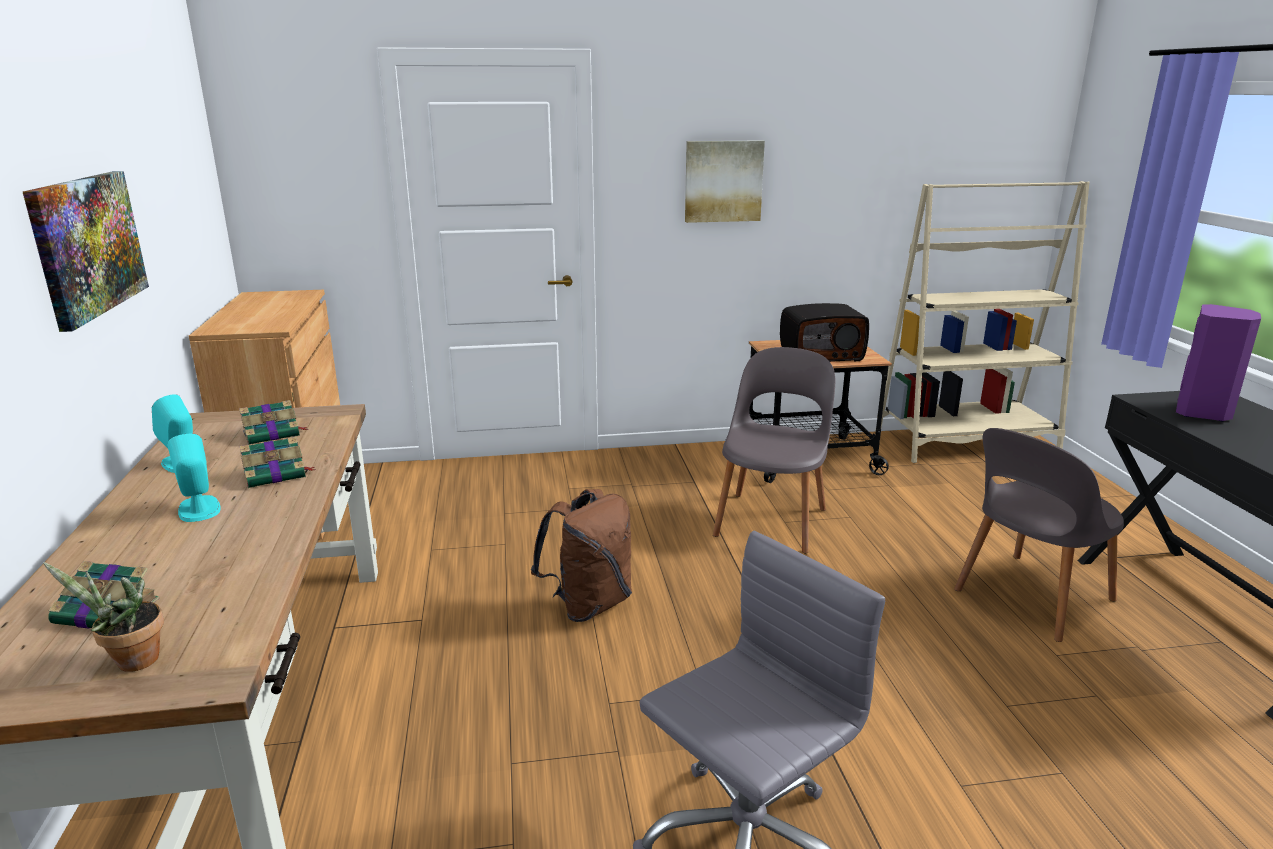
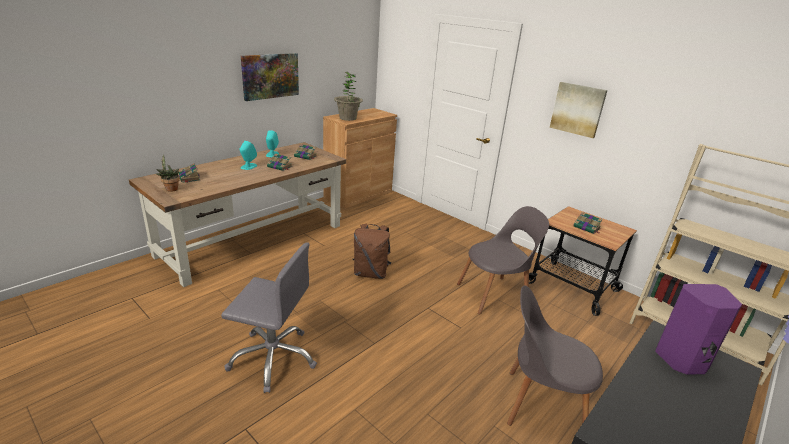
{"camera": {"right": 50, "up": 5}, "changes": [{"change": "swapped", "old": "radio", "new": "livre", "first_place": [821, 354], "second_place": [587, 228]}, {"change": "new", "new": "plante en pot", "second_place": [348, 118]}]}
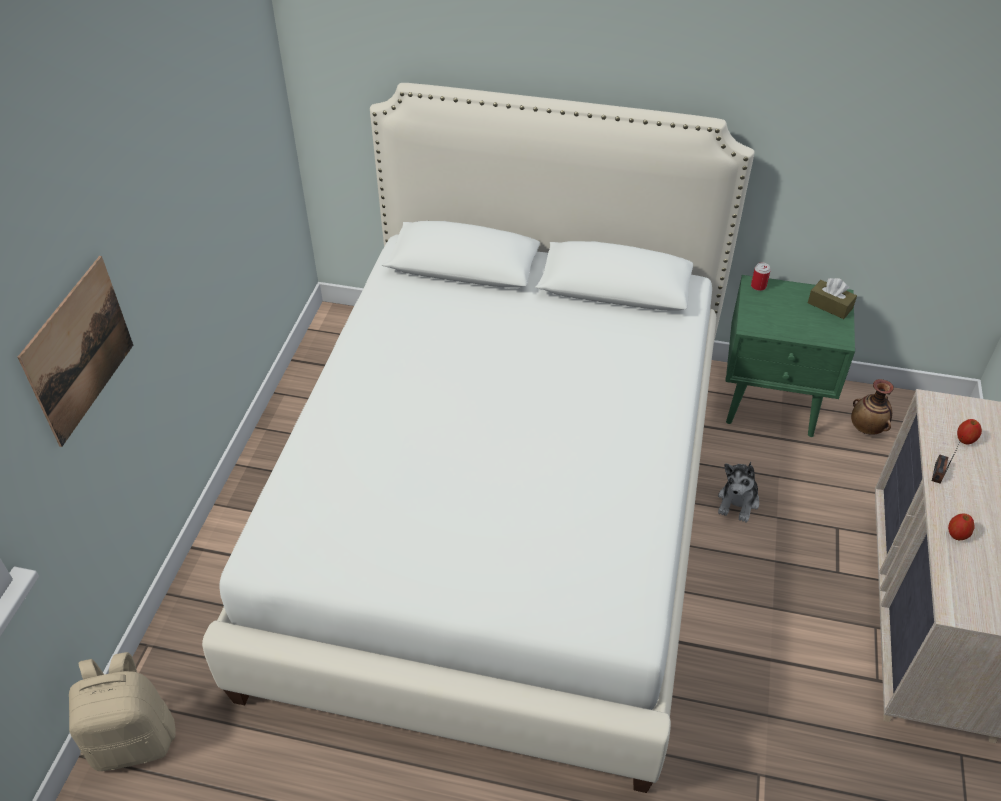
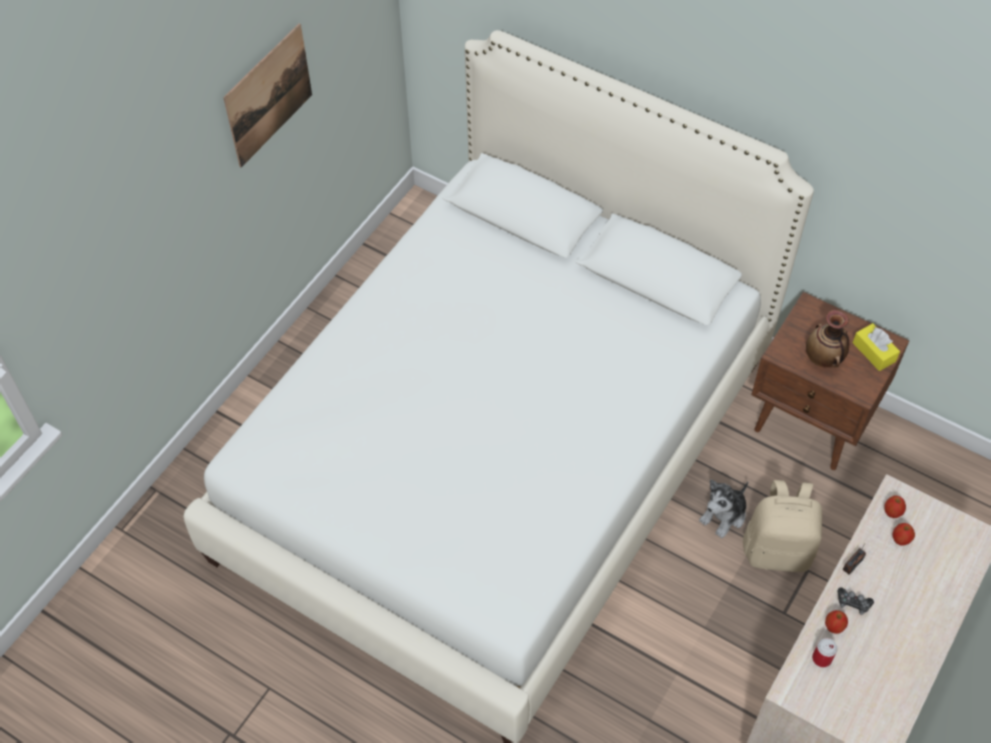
{"camera": {"right": 20, "up": 10}, "changes": [{"change": "shifted", "old": "tableau", "first_place": [79, 350], "second_place": [269, 95]}, {"change": "shifted", "old": "boîte métallique", "first_place": [758, 286], "second_place": [821, 658]}, {"change": "repainted", "old": "table de chevet [vert]", "new": "table de chevet [marron]", "first_place": [772, 403], "second_place": [812, 422]}, {"change": "repainted", "old": "boîte à mouchoirs [marron]", "new": "boîte à mouchoirs [jaune]", "first_place": [830, 306], "second_place": [874, 352]}, {"change": "shifted", "old": "vase", "first_place": [866, 428], "second_place": [824, 358]}, {"change": "shifted", "old": "sac à dos [beige]", "first_place": [134, 740], "second_place": [778, 550]}, {"change": "new", "new": "pomme", "second_place": [892, 512]}, {"change": "new", "new": "manette", "second_place": [853, 603]}]}
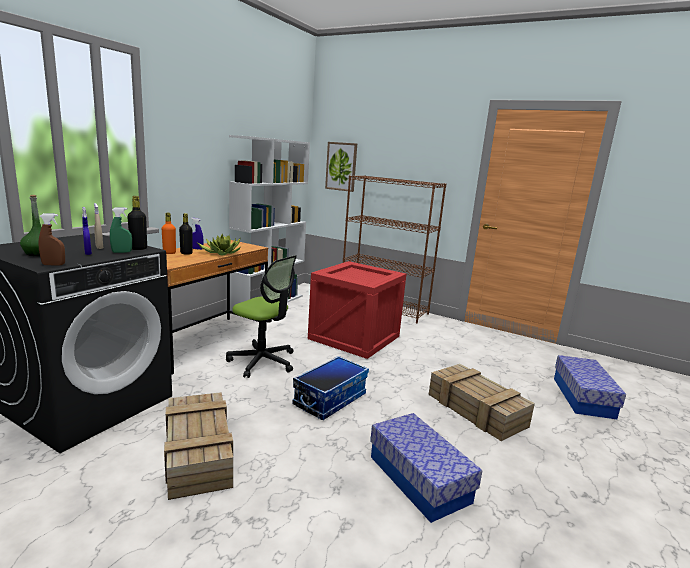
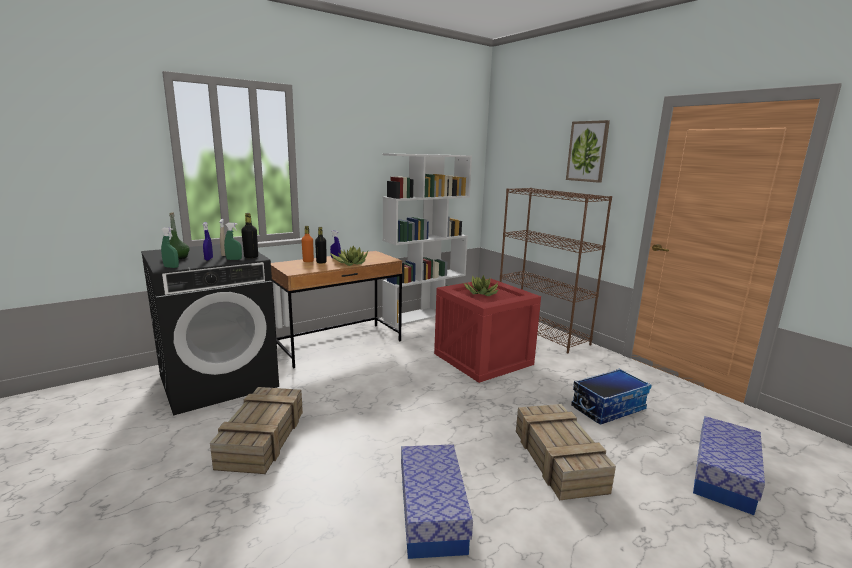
{"camera": {"right": 25, "up": 0}, "changes": [{"change": "shifted", "old": "tableau", "first_place": [341, 166], "second_place": [587, 151]}, {"change": "repainted", "old": "vaporisateur [marron]", "new": "vaporisateur [vert]", "first_place": [53, 265], "second_place": [171, 267]}, {"change": "gone", "old": "chaise de bureau", "first_place": [262, 361]}, {"change": "shifted", "old": "boîte de rangement", "first_place": [329, 399], "second_place": [608, 408]}, {"change": "new", "new": "plante en pot", "second_place": [481, 294]}]}
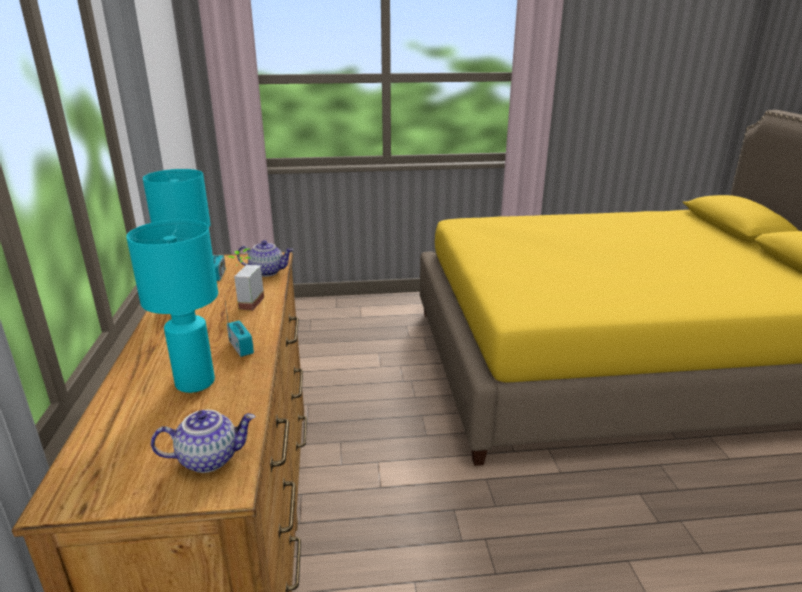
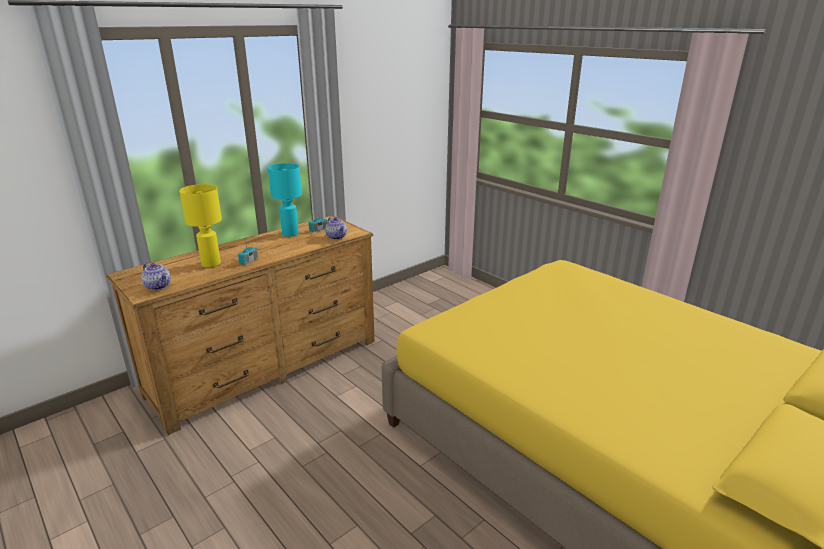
{"camera": {"right": 55, "up": 0}, "changes": [{"change": "repainted", "old": "lampe de table [turquoise]", "new": "lampe de table [jaune]", "first_place": [196, 383], "second_place": [211, 264]}, {"change": "gone", "old": "plante en pot", "first_place": [245, 303]}]}
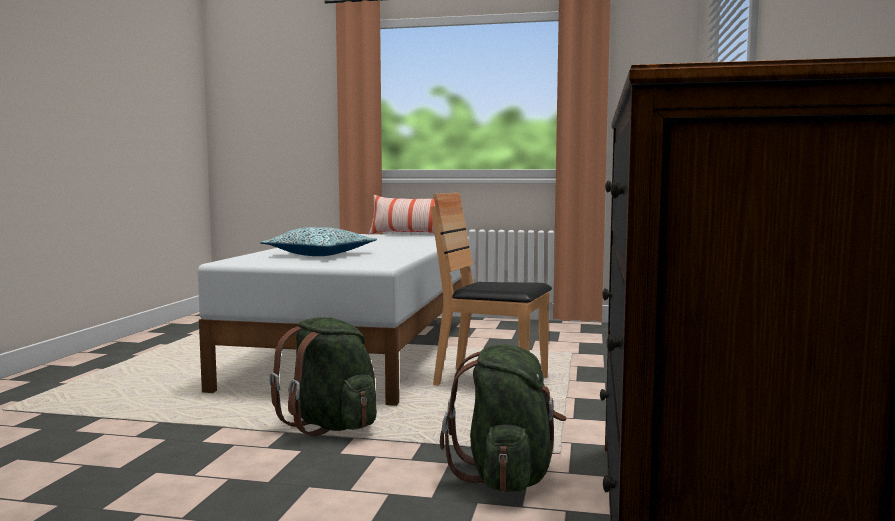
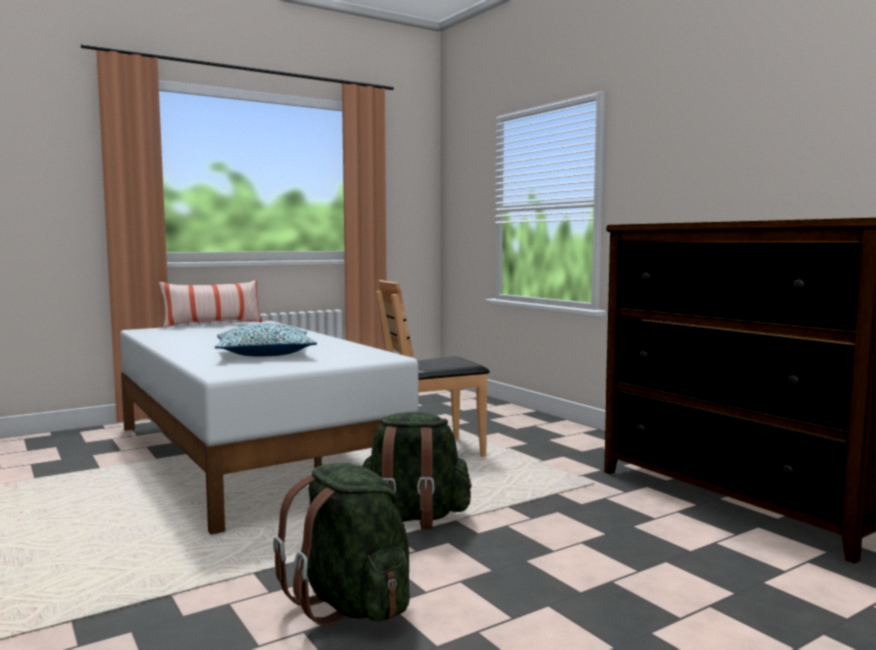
{"camera": {"right": -45, "up": 0}, "changes": [{"change": "shifted", "old": "sac à dos [vert]", "first_place": [507, 477], "second_place": [352, 604]}]}
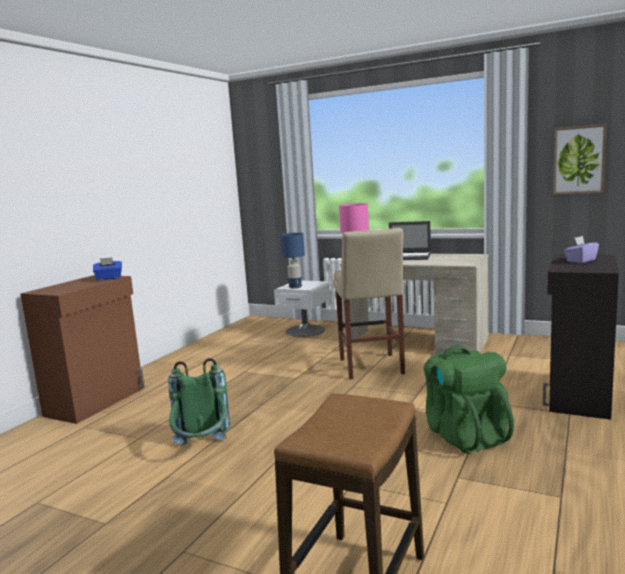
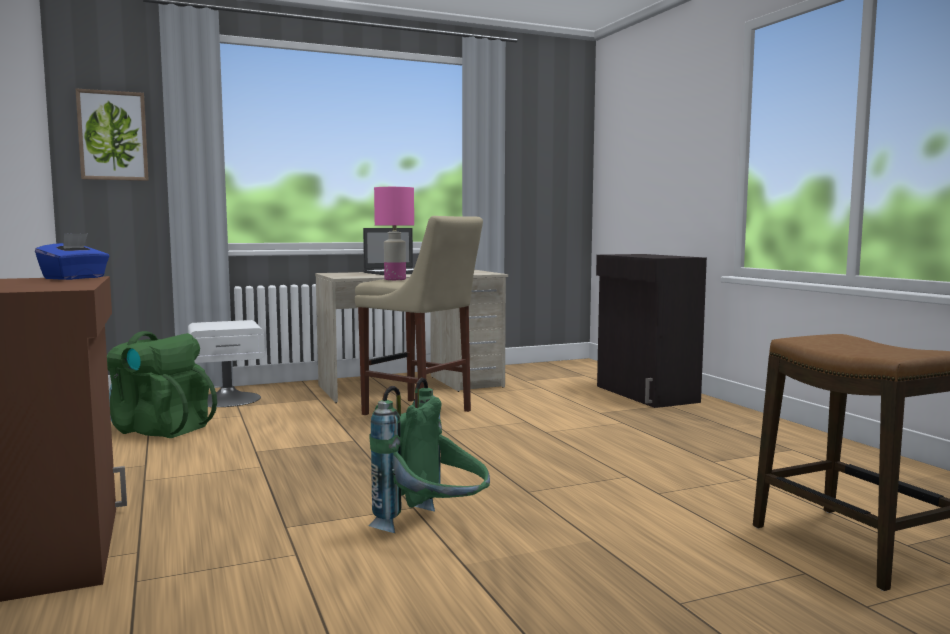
{"camera": {"right": -50, "up": -5}, "changes": [{"change": "shifted", "old": "tableau", "first_place": [579, 160], "second_place": [113, 136]}, {"change": "gone", "old": "lampe de table [bleu]", "first_place": [295, 287]}, {"change": "gone", "old": "boîte à mouchoirs [violet]", "first_place": [580, 261]}, {"change": "shifted", "old": "sac à dos [vert]", "first_place": [464, 434], "second_place": [159, 429]}]}
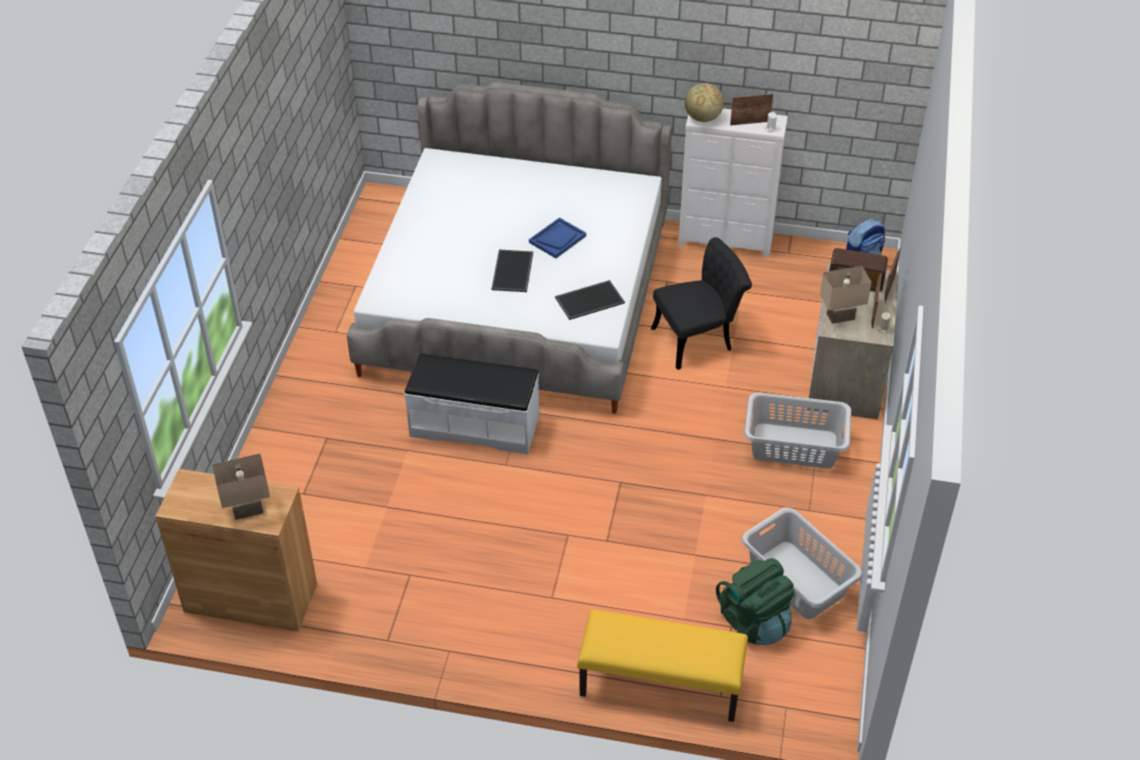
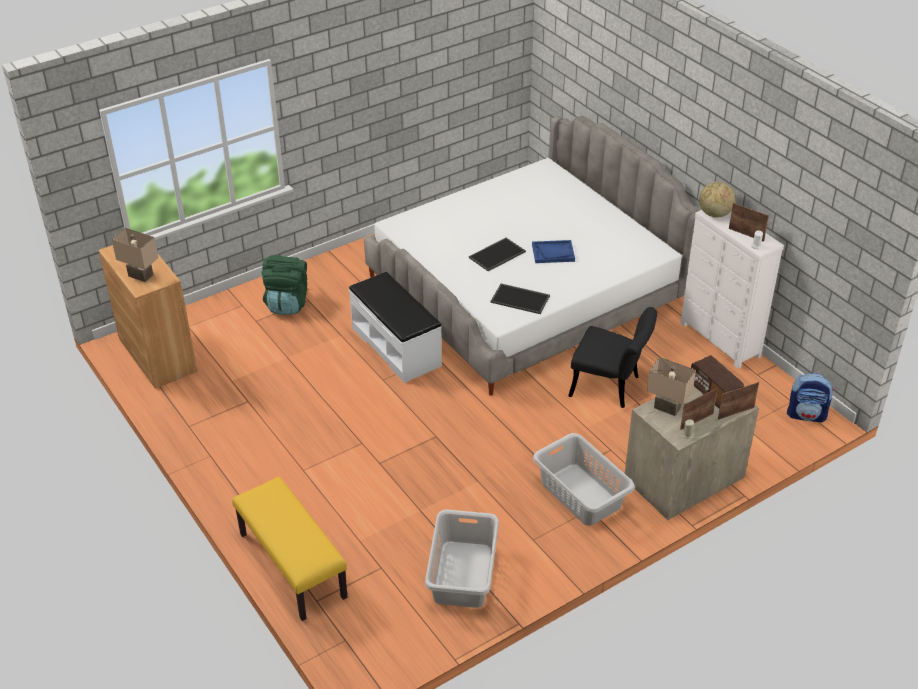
{"camera": {"right": 45, "up": -5}, "changes": [{"change": "shifted", "old": "sac à dos [vert]", "first_place": [754, 621], "second_place": [287, 303]}]}
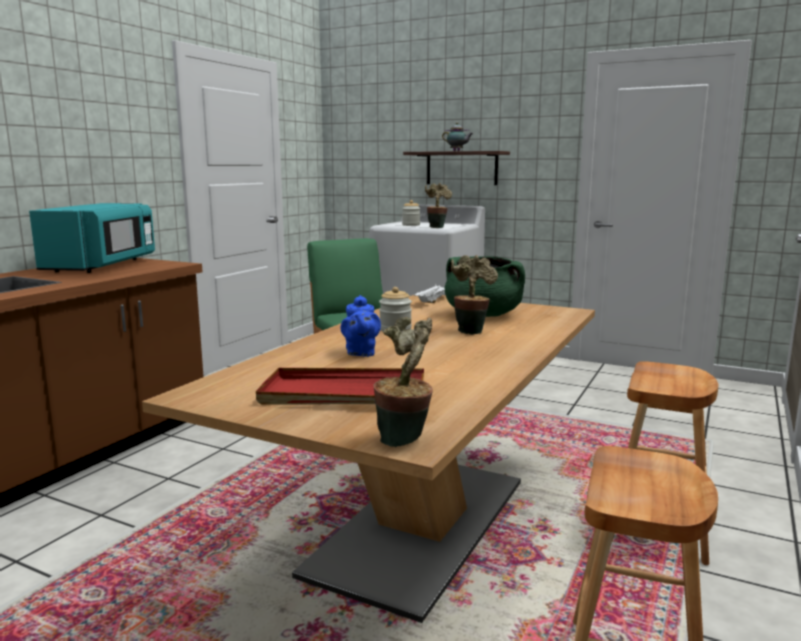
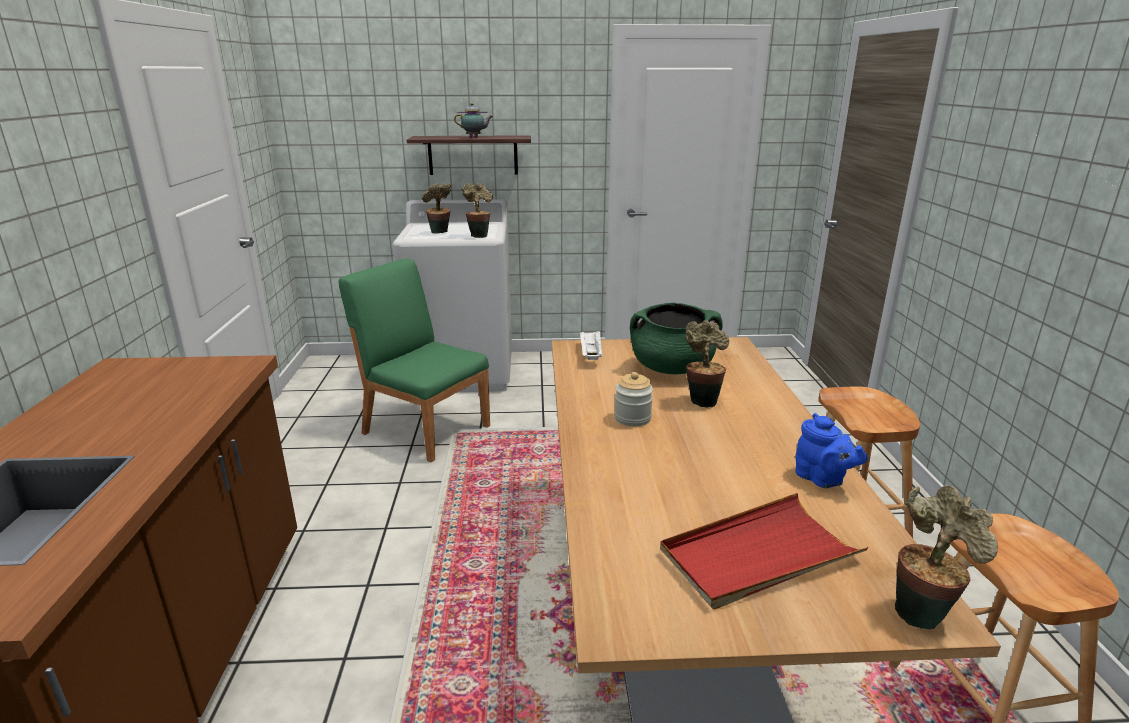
{"camera": {"right": -30, "up": 10}, "changes": [{"change": "swapped", "old": "bocal", "new": "plante en pot", "first_place": [411, 225], "second_place": [440, 233]}, {"change": "gone", "old": "micro-ondes [turquoise]", "first_place": [102, 266]}, {"change": "shifted", "old": "théière [bleu]", "first_place": [360, 353], "second_place": [822, 479]}]}
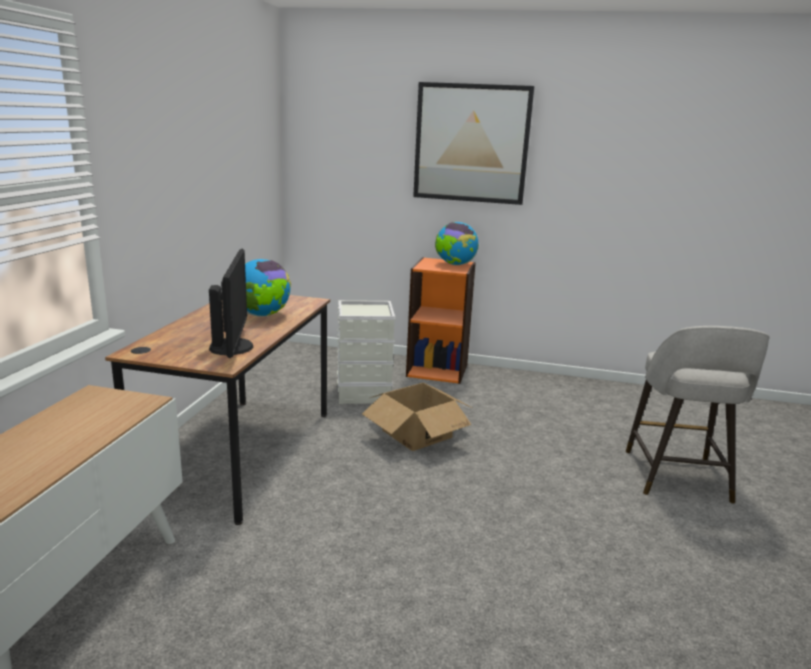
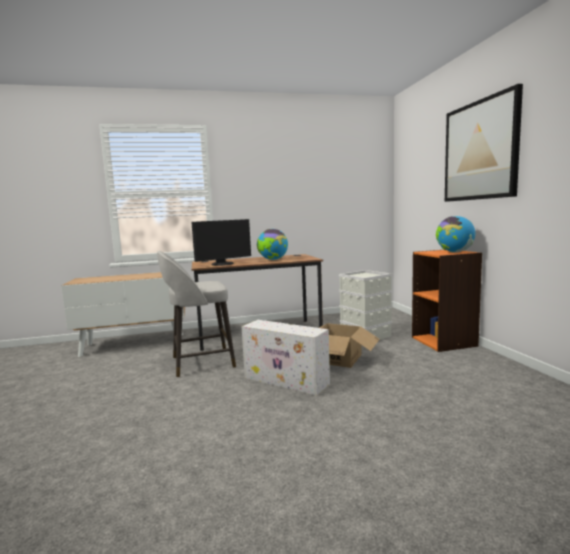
{"camera": {"right": 65, "up": -10}, "changes": [{"change": "shifted", "old": "tabouret [gris]", "first_place": [677, 478], "second_place": [200, 362]}, {"change": "new", "new": "boîte de rangement [blanc]", "second_place": [287, 381]}]}
